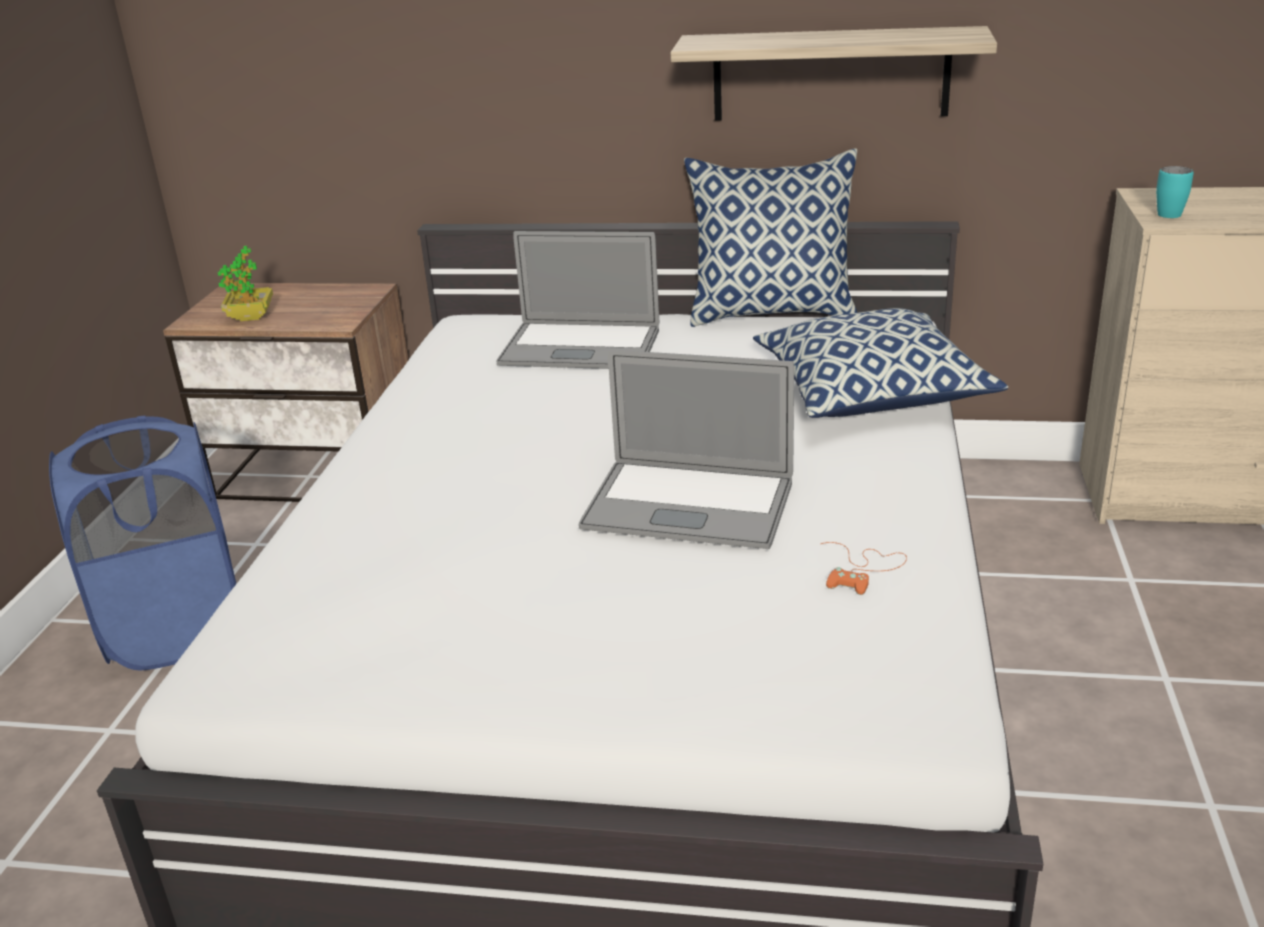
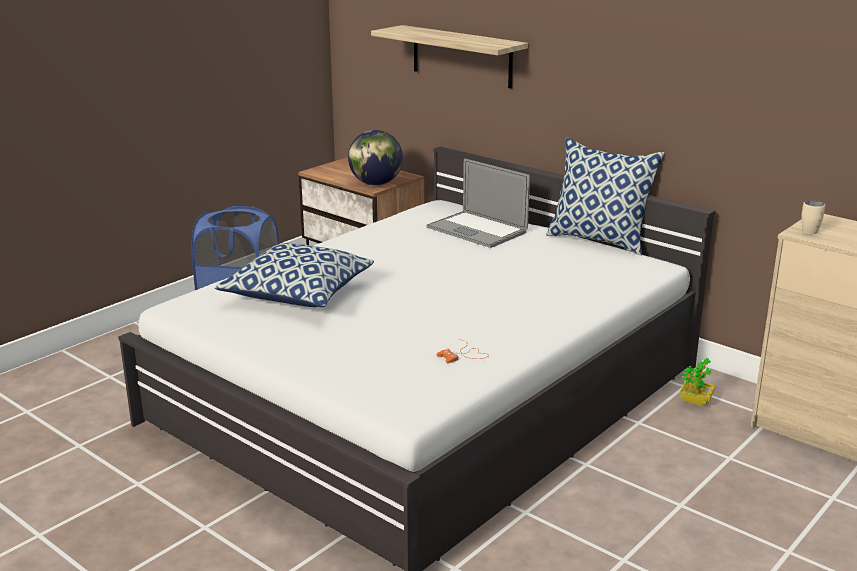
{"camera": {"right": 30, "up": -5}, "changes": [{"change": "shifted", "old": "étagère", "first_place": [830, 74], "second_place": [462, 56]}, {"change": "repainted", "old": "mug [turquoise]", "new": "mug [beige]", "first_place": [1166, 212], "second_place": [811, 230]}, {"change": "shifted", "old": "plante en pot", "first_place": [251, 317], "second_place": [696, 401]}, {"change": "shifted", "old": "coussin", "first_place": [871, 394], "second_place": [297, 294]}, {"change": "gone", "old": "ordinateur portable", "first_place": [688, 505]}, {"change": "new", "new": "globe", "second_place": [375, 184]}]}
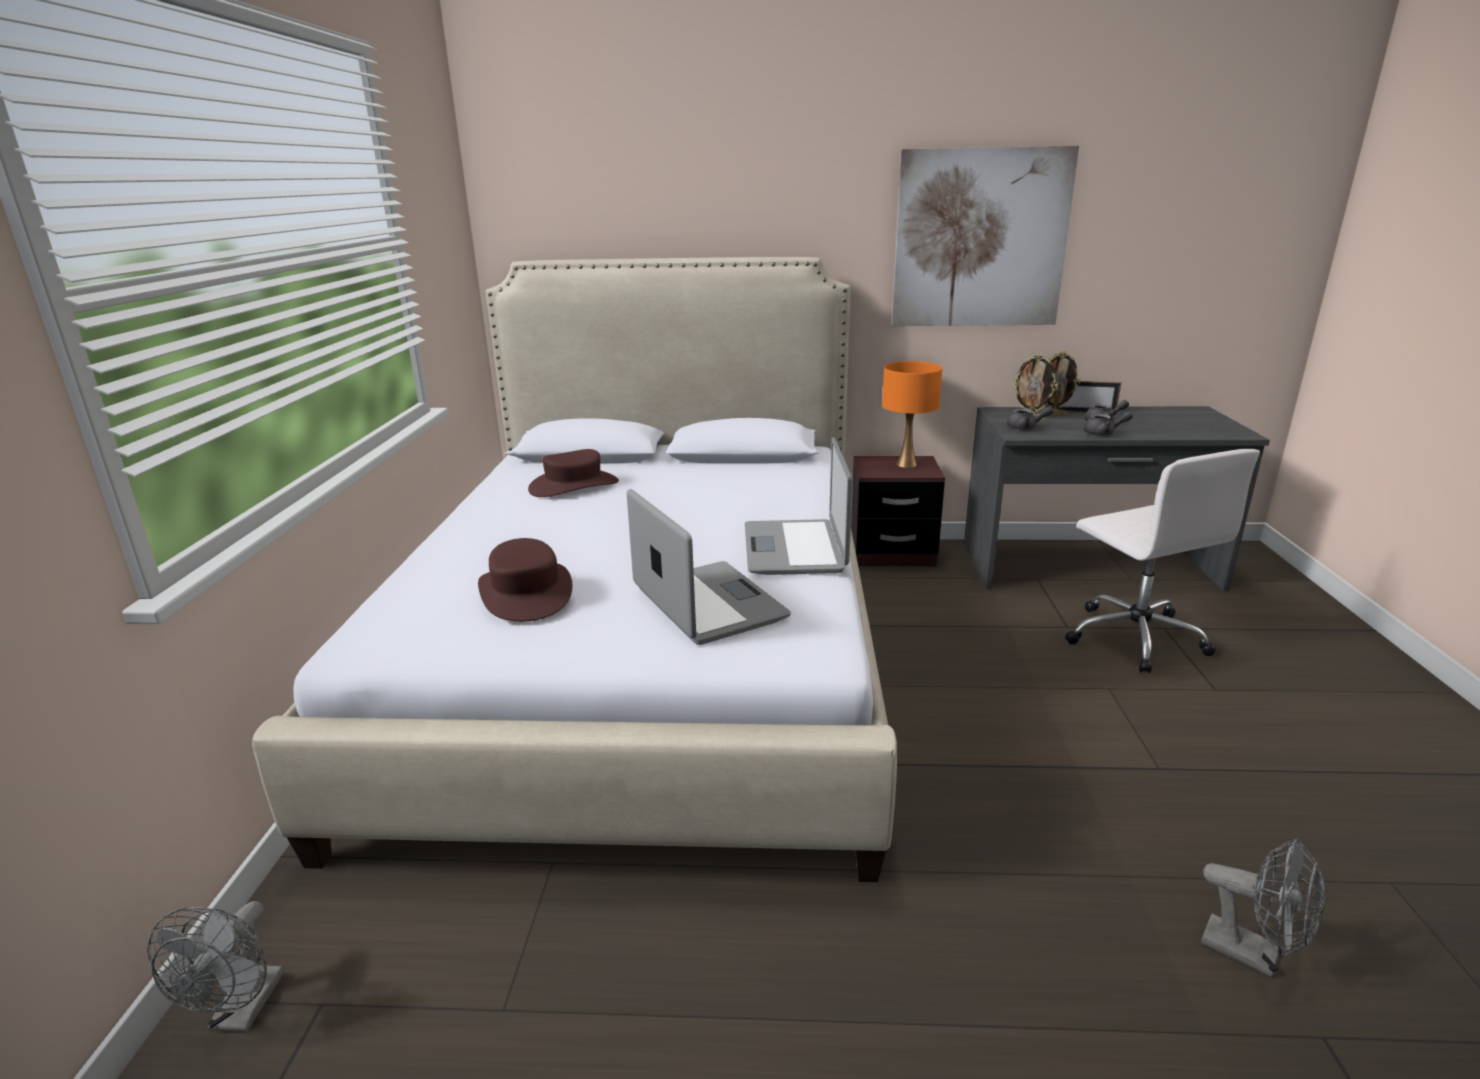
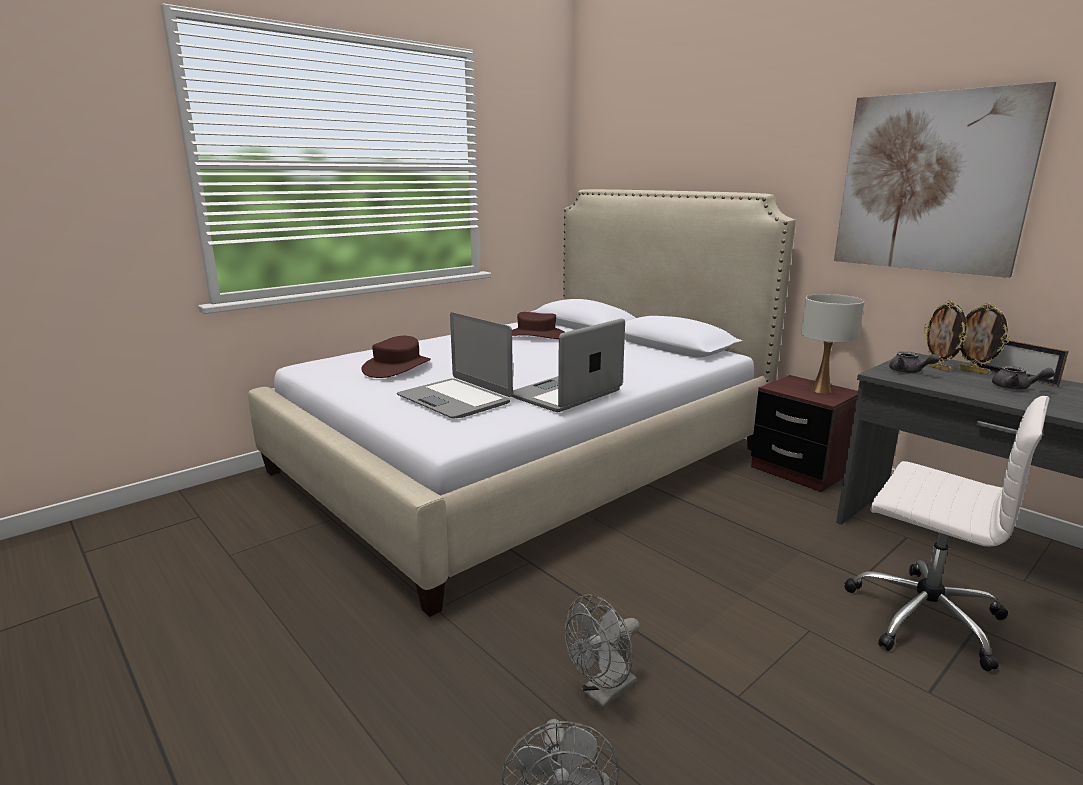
{"camera": {"right": 45, "up": -5}, "changes": [{"change": "repainted", "old": "lampe de table [orange]", "new": "lampe de table [blanc]", "first_place": [906, 464], "second_place": [820, 390]}, {"change": "gone", "old": "théière [gris]", "first_place": [1103, 433]}, {"change": "rotated", "old": "chaise de bureau [blanc]", "first_place": [1134, 637], "second_place": [921, 615], "degrees": -75}, {"change": "rotated", "old": "ordinateur portable", "first_place": [707, 604], "second_place": [455, 399], "degrees": 120}, {"change": "shifted", "old": "ventilateur [gris]", "first_place": [242, 1013], "second_place": [603, 693]}]}
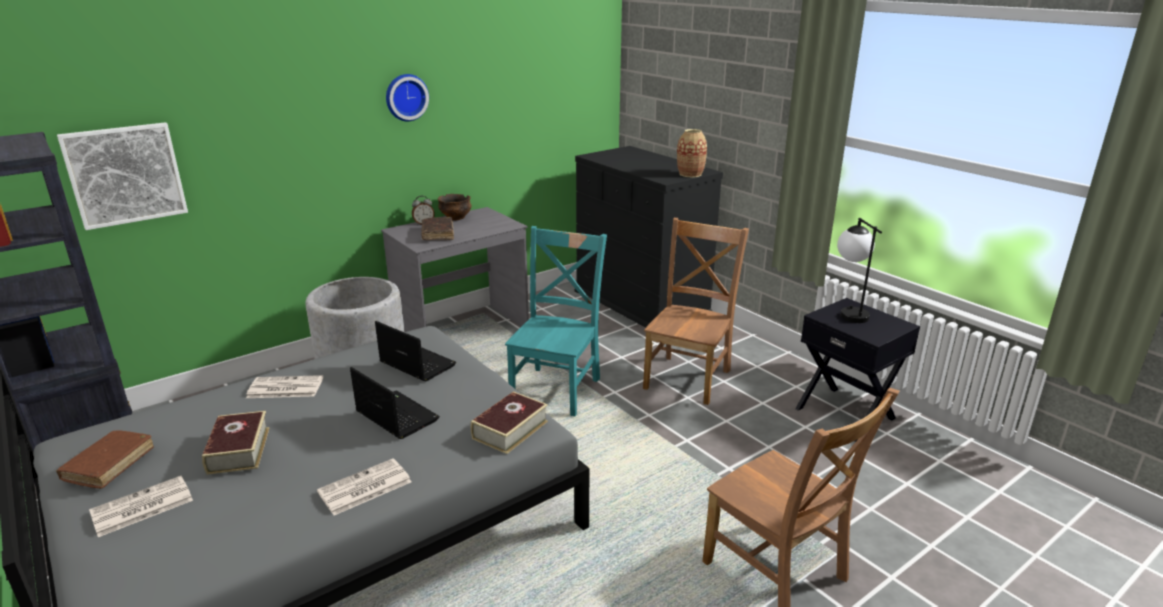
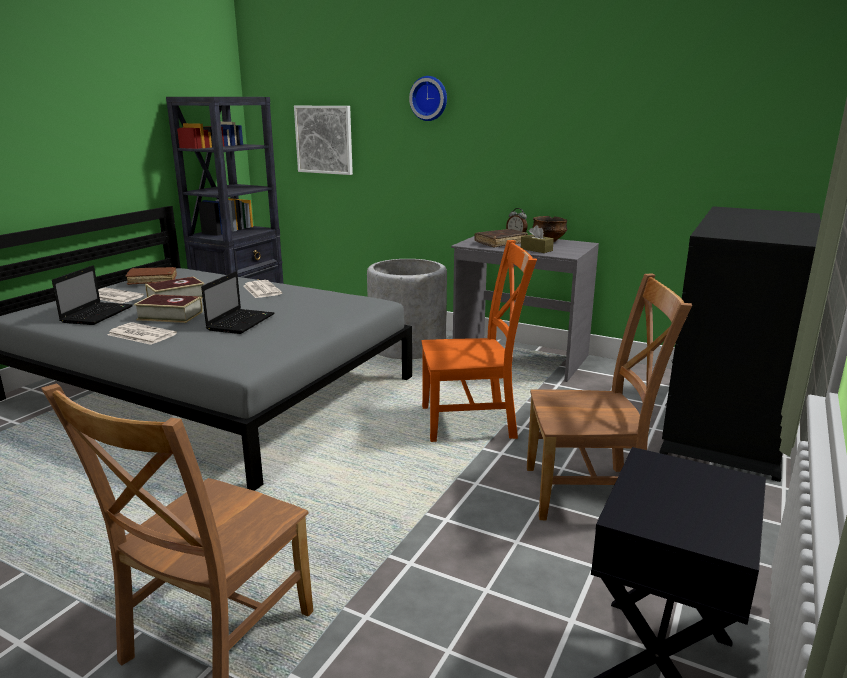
{"camera": {"right": 65, "up": -5}, "changes": [{"change": "shifted", "old": "horloge murale", "first_place": [405, 97], "second_place": [429, 98]}, {"change": "gone", "old": "vase", "first_place": [690, 174]}, {"change": "gone", "old": "lampe de table", "first_place": [848, 312]}, {"change": "repainted", "old": "chaise [turquoise]", "new": "chaise [orange]", "first_place": [557, 389], "second_place": [472, 422]}, {"change": "shifted", "old": "ordinateur portable", "first_place": [416, 364], "second_place": [98, 314]}, {"change": "shifted", "old": "livre", "first_place": [510, 430], "second_place": [170, 316]}, {"change": "new", "new": "boîte à mouchoirs [marron]", "second_place": [536, 249]}]}
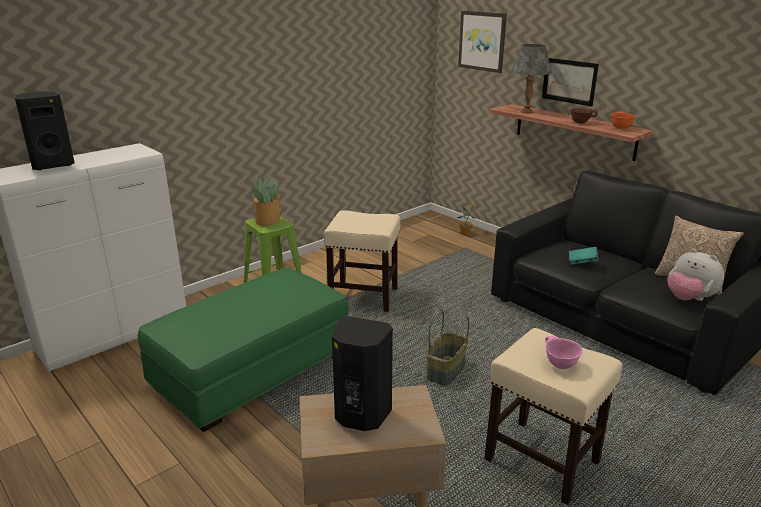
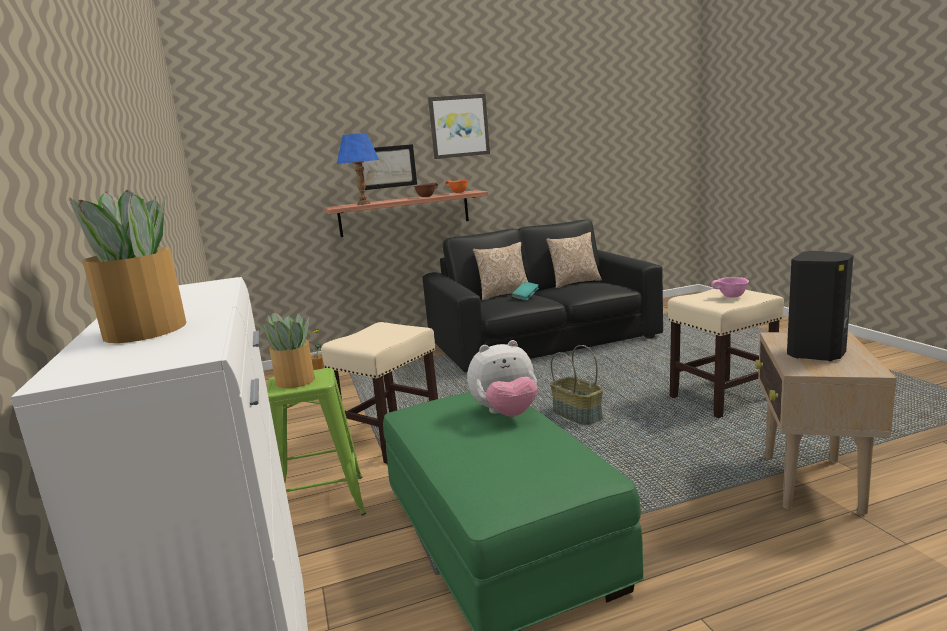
{"camera": {"right": -65, "up": -10}, "changes": [{"change": "shifted", "old": "tableau", "first_place": [482, 41], "second_place": [459, 126]}, {"change": "repainted", "old": "lampe de table [gris]", "new": "lampe de table [bleu]", "first_place": [526, 112], "second_place": [363, 204]}, {"change": "swapped", "old": "enceinte [noir]", "new": "plante en pot", "first_place": [52, 165], "second_place": [144, 331]}, {"change": "shifted", "old": "peluche", "first_place": [689, 299], "second_place": [506, 413]}, {"change": "new", "new": "coussin", "second_place": [503, 294]}]}
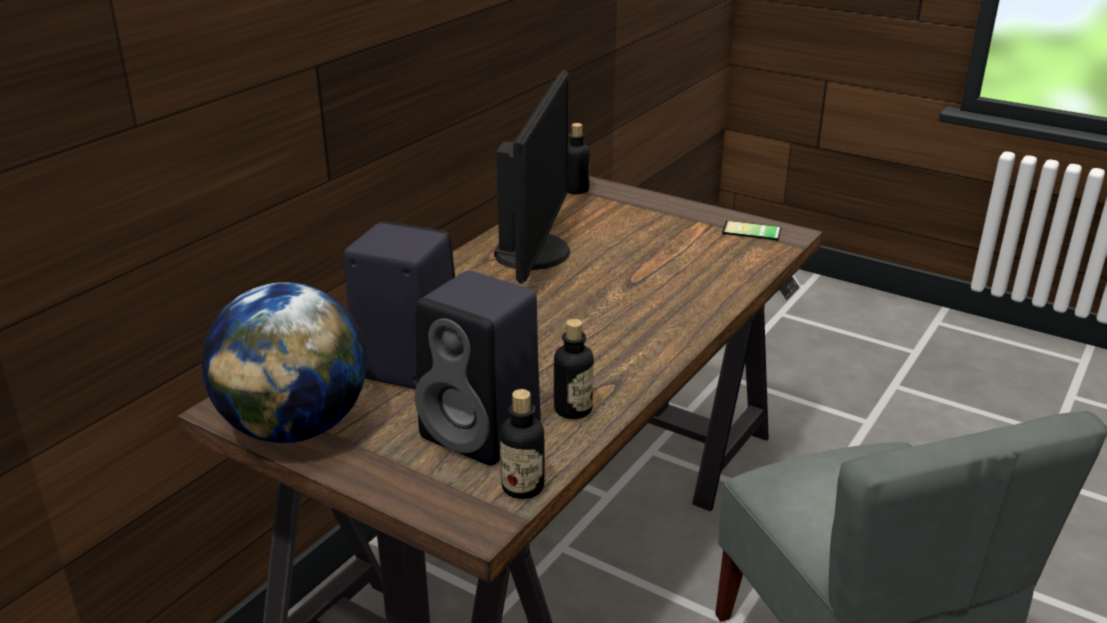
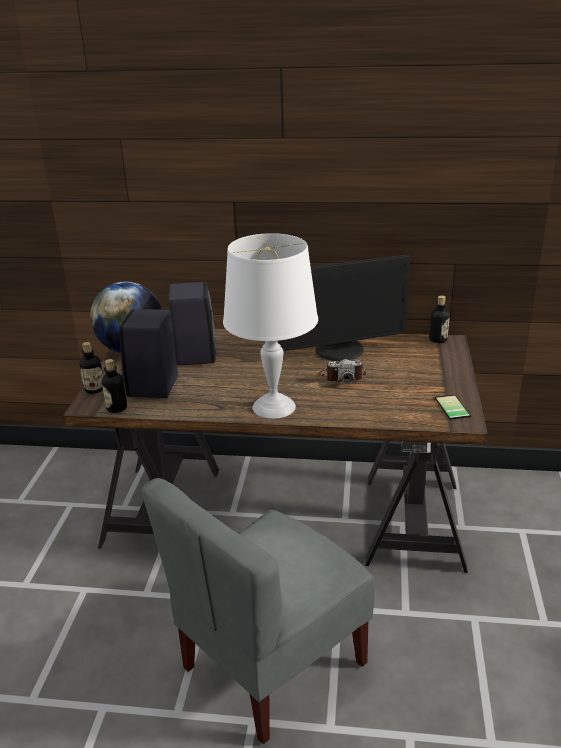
{"camera": {"right": 65, "up": 0}, "changes": [{"change": "shifted", "old": "bouteille", "first_place": [573, 409], "second_place": [94, 389]}, {"change": "new", "new": "lampe de table [blanc]", "second_place": [273, 407]}, {"change": "new", "new": "appareil photo", "second_place": [342, 376]}]}
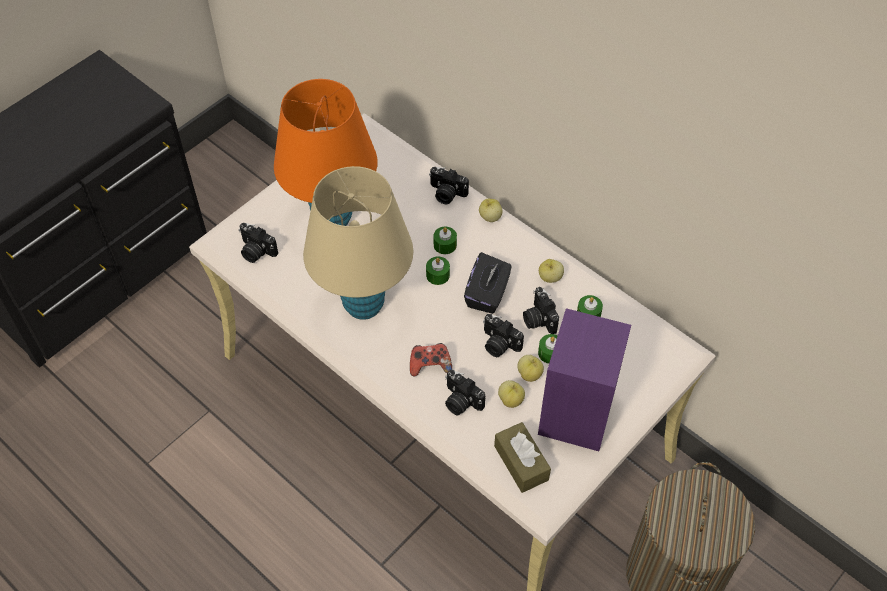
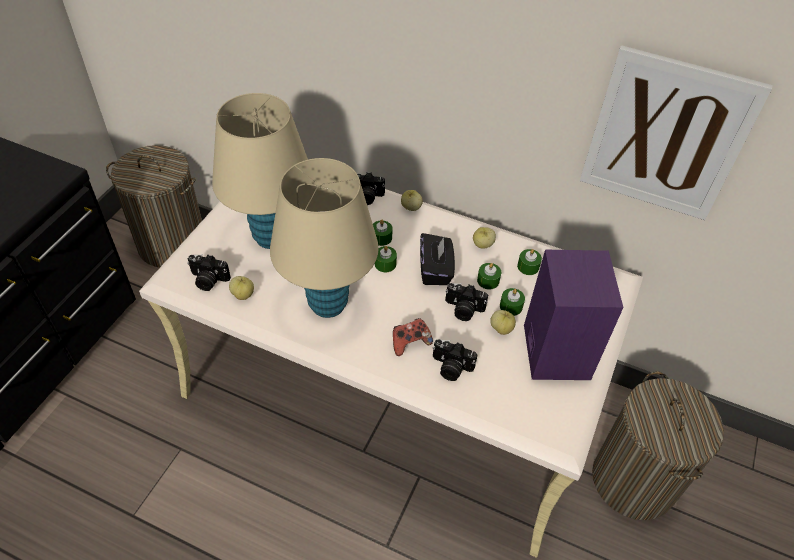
{"camera": {"right": -20, "up": -5}, "changes": [{"change": "repainted", "old": "lampe de table [orange]", "new": "lampe de table [beige]", "first_place": [332, 218], "second_place": [271, 237]}, {"change": "swapped", "old": "appareil photo", "new": "bougie [vert]", "first_place": [538, 319], "second_place": [488, 280]}, {"change": "shifted", "old": "pomme", "first_place": [511, 400], "second_place": [243, 294]}, {"change": "gone", "old": "boîte à mouchoirs [marron]", "first_place": [521, 463]}, {"change": "new", "new": "tableau", "second_place": [666, 136]}, {"change": "new", "new": "panier à linge", "second_place": [172, 244]}]}
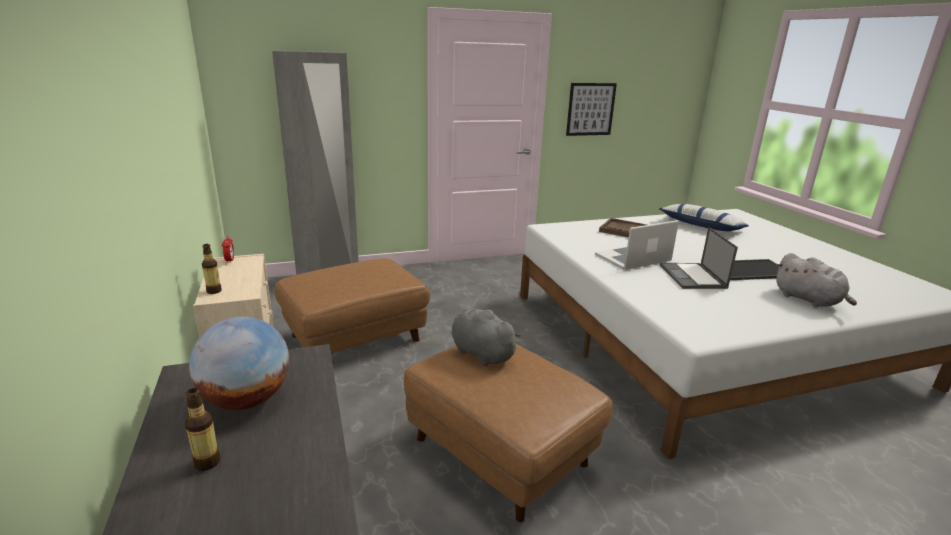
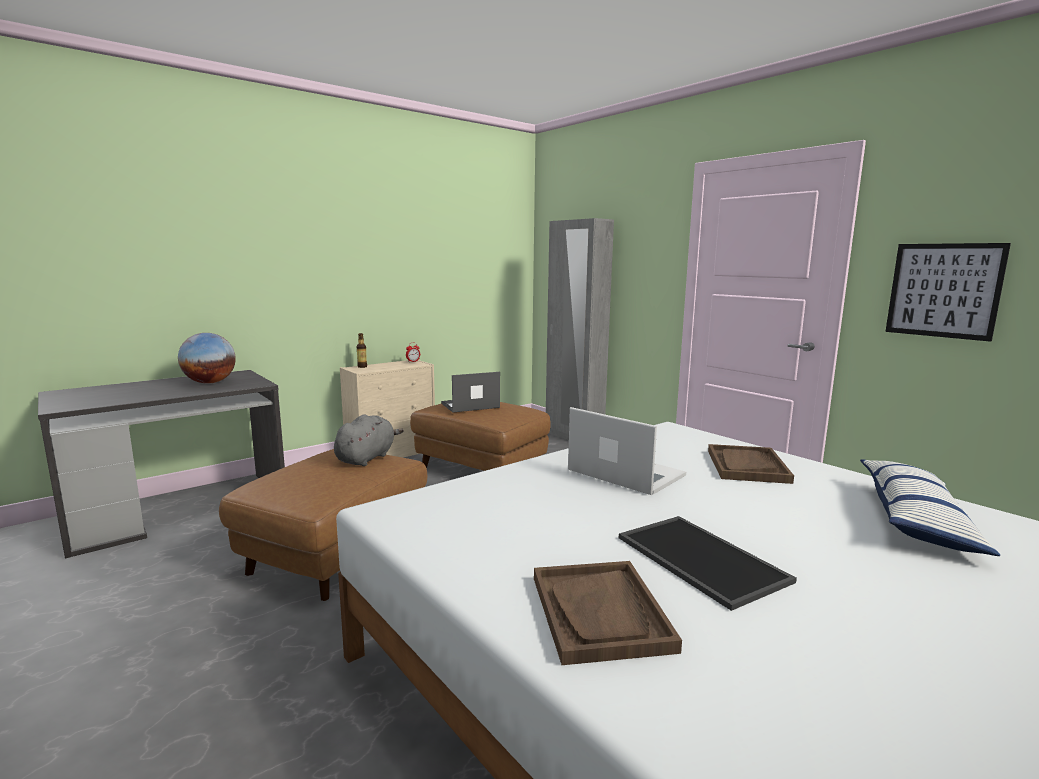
{"camera": {"right": 70, "up": -10}, "changes": [{"change": "shifted", "old": "ordinateur portable", "first_place": [693, 277], "second_place": [469, 405]}, {"change": "swapped", "old": "peluche [gris]", "new": "plateau [marron]", "first_place": [809, 300], "second_place": [600, 613]}, {"change": "gone", "old": "bouteille", "first_place": [207, 462]}]}
